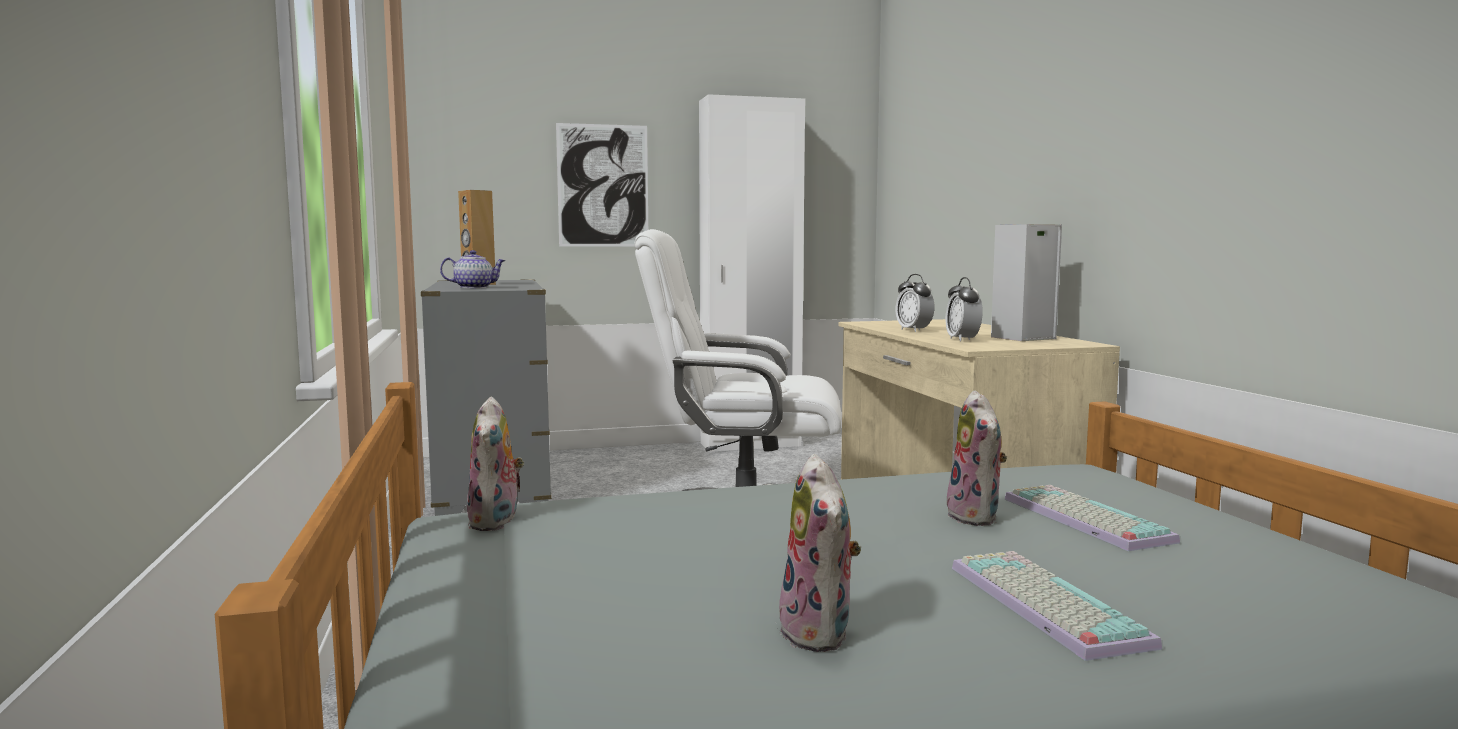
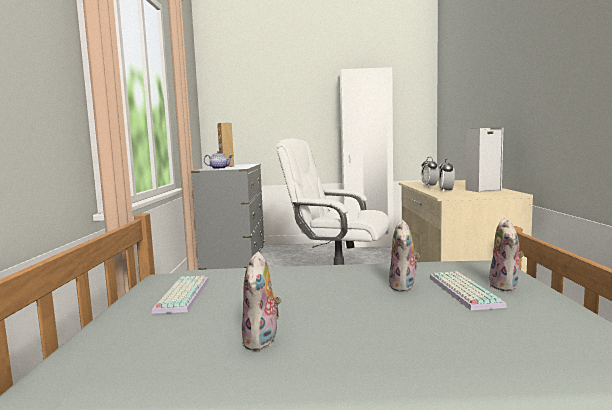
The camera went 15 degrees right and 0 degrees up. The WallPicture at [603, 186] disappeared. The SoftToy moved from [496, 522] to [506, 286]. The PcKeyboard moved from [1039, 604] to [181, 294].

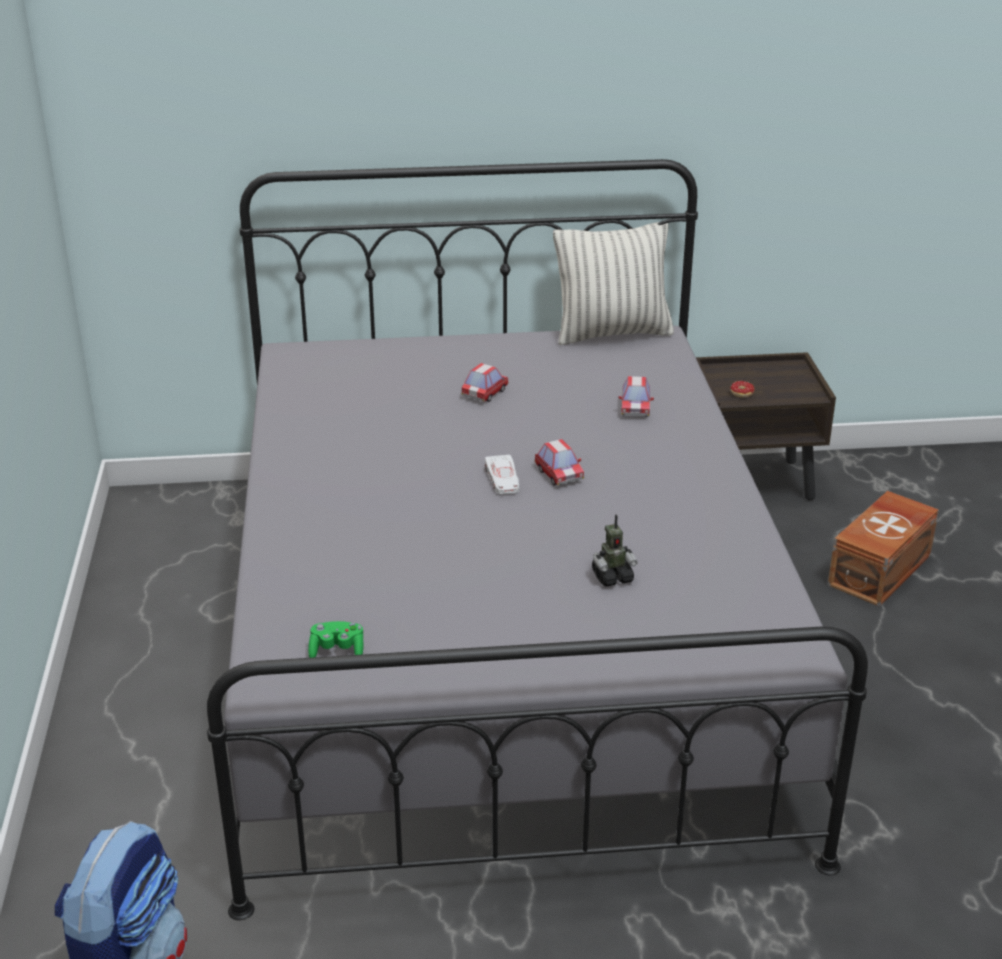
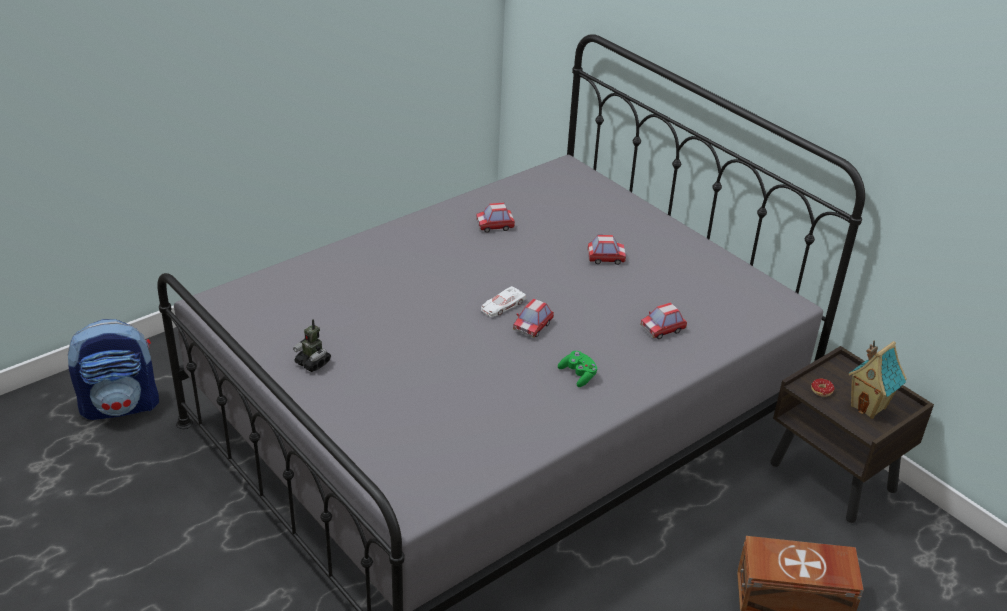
The camera went 55 degrees right and 5 degrees up. The Pillow at [612, 333] disappeared. The MiniatureCar at [495, 226] appeared. The MiniatureHouse at [869, 407] appeared. The GreenGameController moved from [337, 651] to [578, 375]. The ToyRobot moved from [612, 577] to [313, 363].

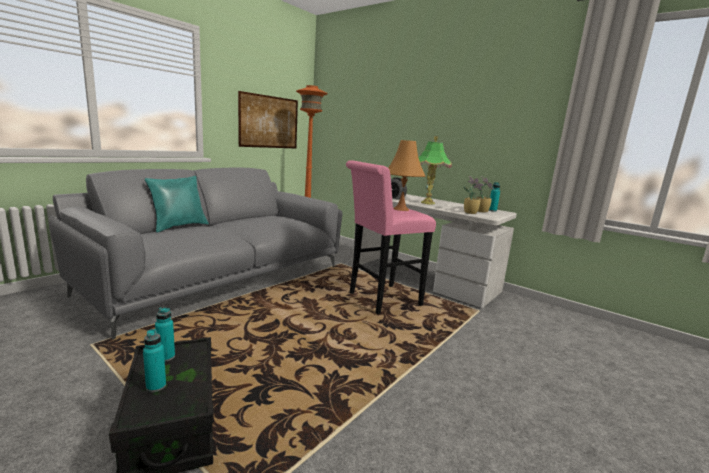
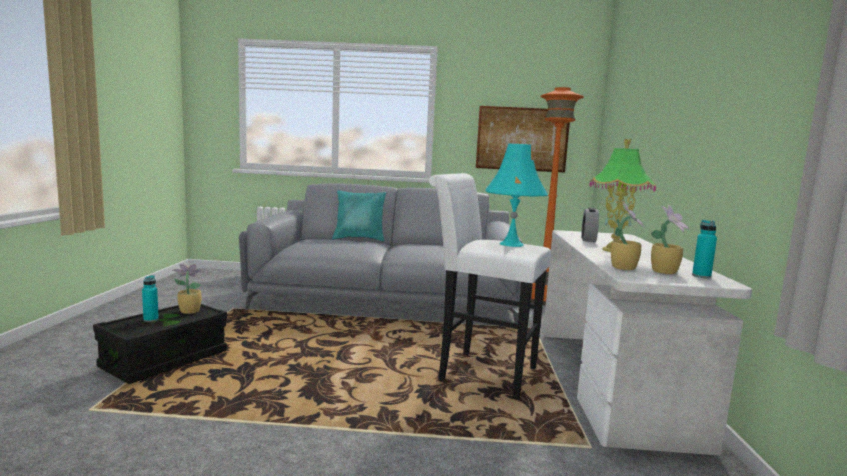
The camera went 55 degrees right and 5 degrees down. The TurquoiseBottle at [166, 357] was replaced by the PlantInAPot at [189, 311]. The PinkishStoolSeat at [380, 300] became the WhiteStoolSeat at [480, 373]. The OrangeyTableLamp at [401, 209] became the TurquoiseTableLamp at [511, 244].

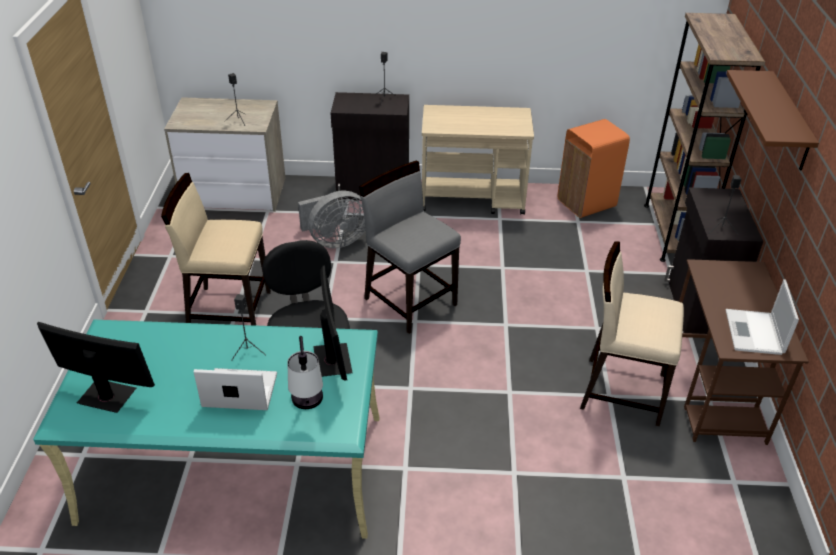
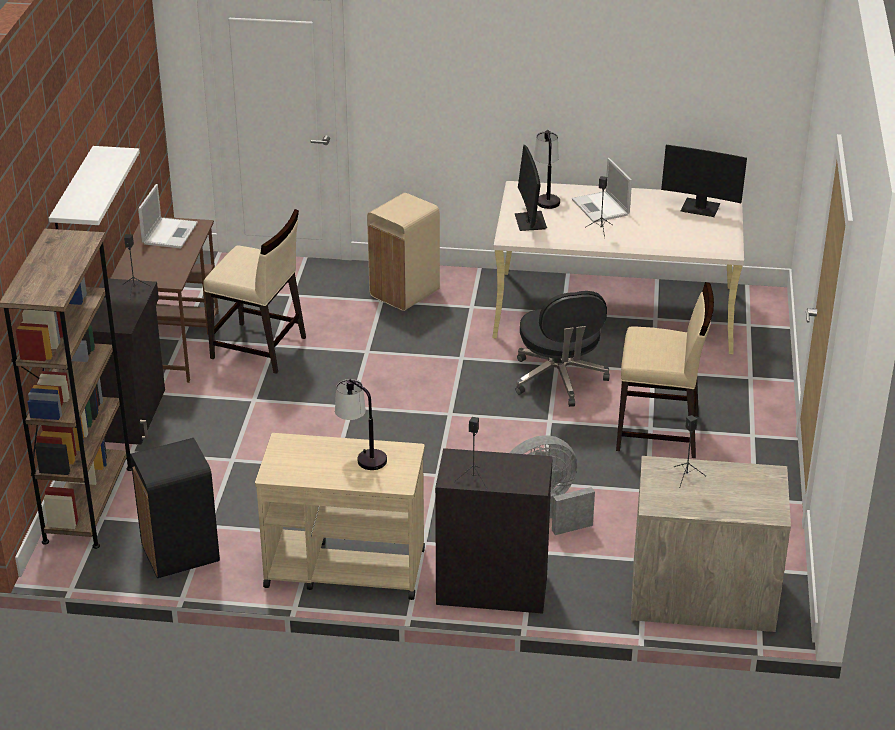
The camera went 175 degrees left and 5 degrees down. The GreyChair at [410, 301] disappeared. The TableLamp at [361, 455] appeared. The BeigeColouredWasteBin at [405, 293] appeared. The TurquoiseDeskTable at [234, 468] became the BeigeColouredDeskTable at [615, 312]. The OrangeyWasteBin at [587, 203] became the BlackishWasteBin at [179, 553]. The BrownBracketShelf at [789, 122] became the WhiteBracketShelf at [73, 197]. The PortableComputer at [238, 391] turned 60 degrees clockwise.

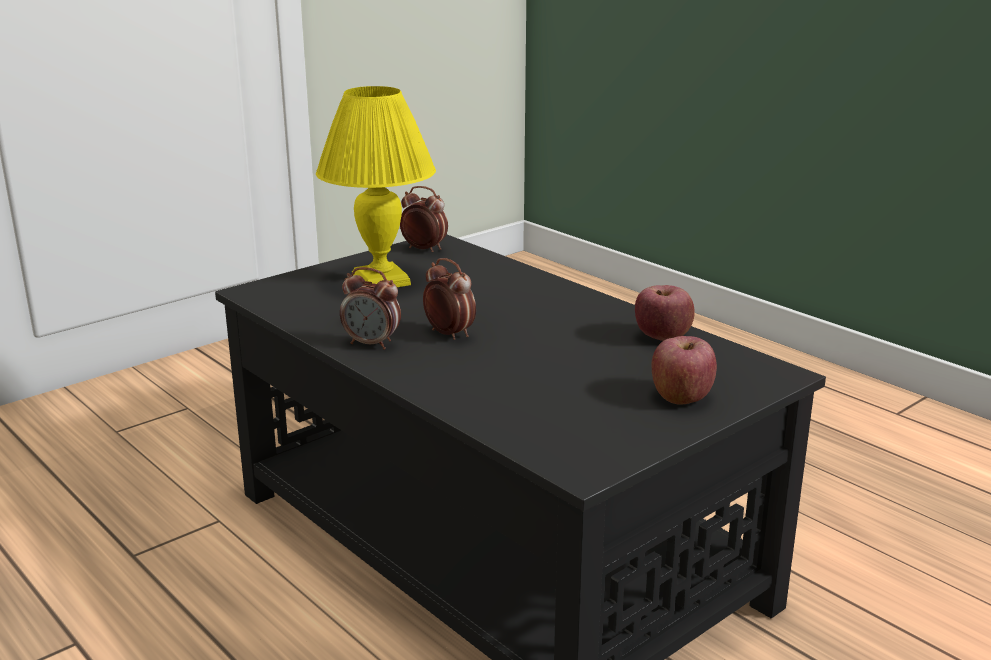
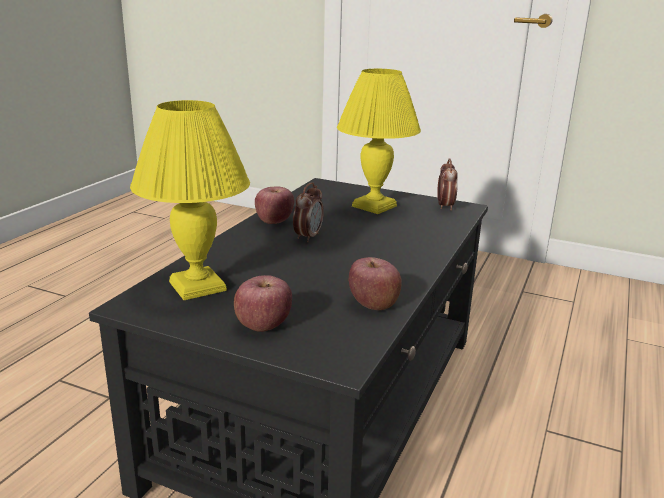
The camera went 65 degrees right and 0 degrees up. The YellowishTableLamp at [196, 286] appeared. The AlarmClock at [372, 344] was replaced by the WholeApple at [274, 221].

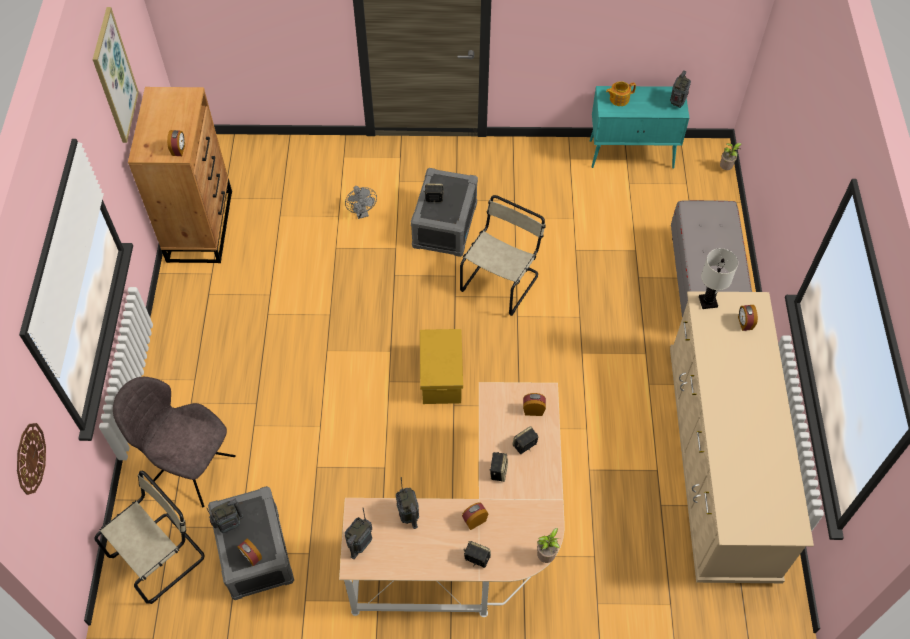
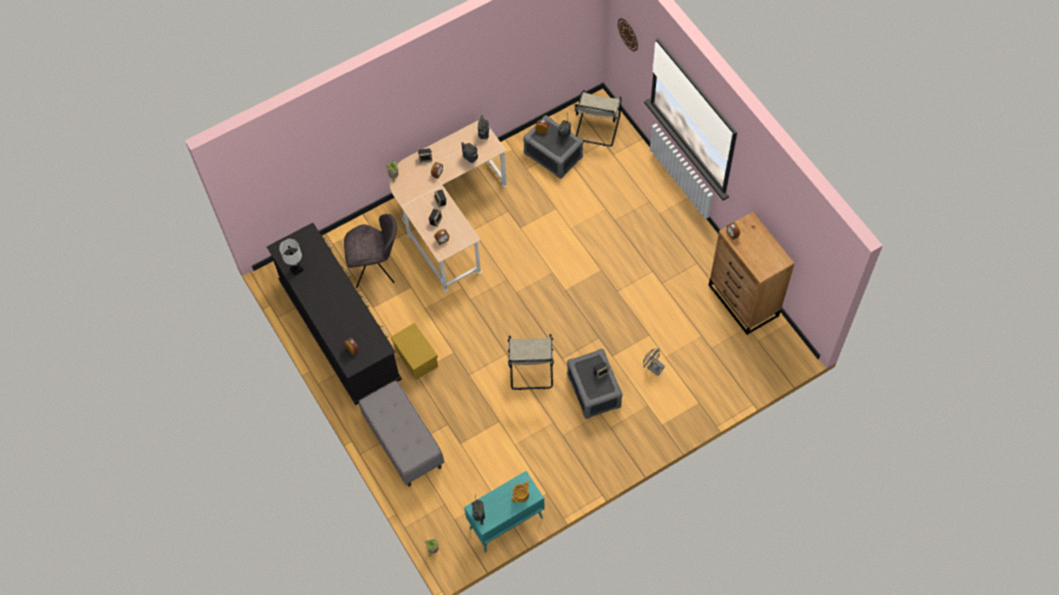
The camera went 150 degrees right and 5 degrees up. The WallPicture at [114, 76] disappeared. The GreyChair moved from [190, 468] to [376, 268]. The YellowishStorageBin moved from [441, 377] to [416, 357]. The WhiteTableLamp moved from [707, 302] to [296, 269]. The BeigeColouredChestOfDrawers at [720, 462] became the BlackishChestOfDrawers at [340, 331].

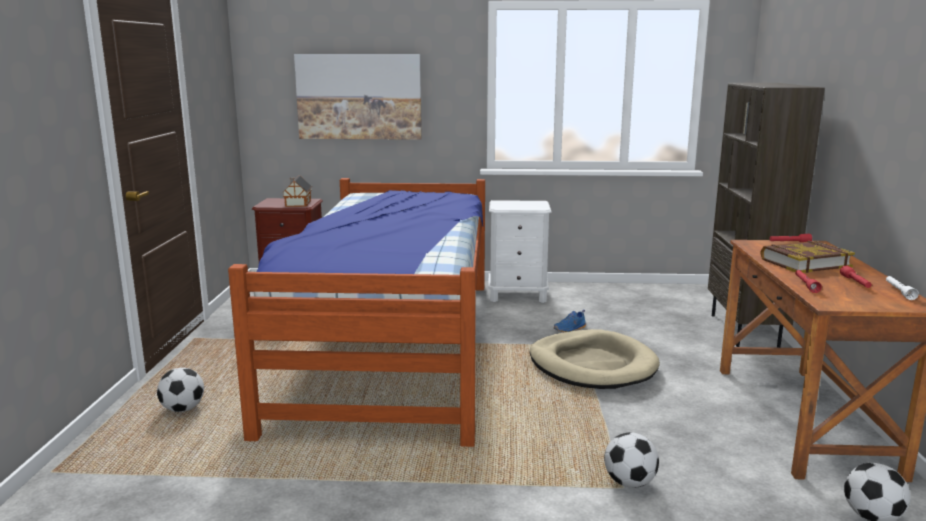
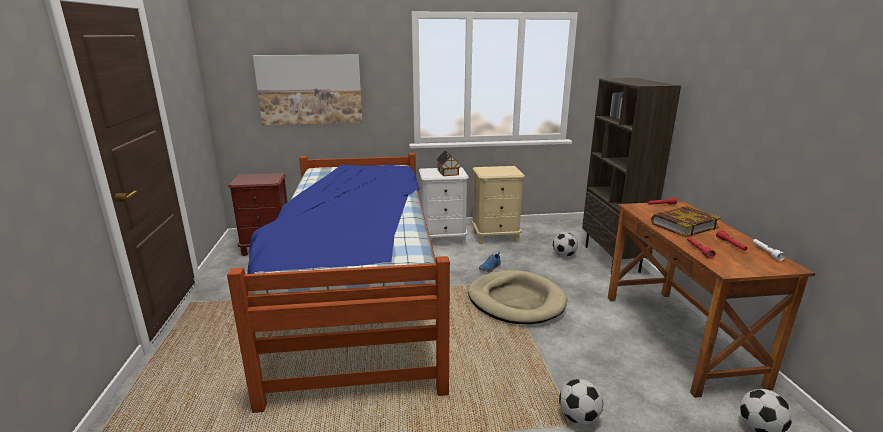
The camera went 10 degrees left and 5 degrees up. The BeigeColouredNightTable at [495, 237] appeared. The Football moved from [183, 409] to [564, 255]. The MiniatureHouse moved from [297, 203] to [448, 172].

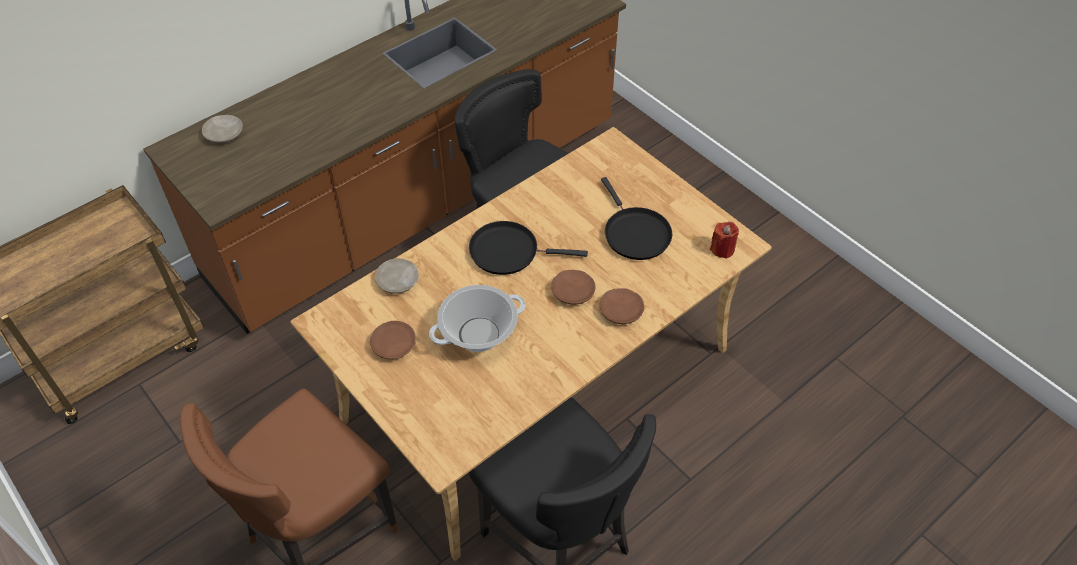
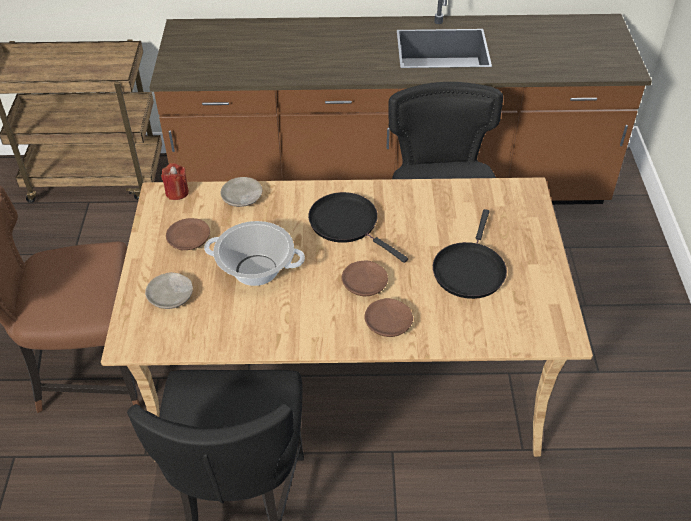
The camera went 40 degrees right and 5 degrees down. The BeigeColouredPlate moved from [224, 134] to [171, 296]. The ReddishWaxCandle moved from [722, 249] to [177, 192].

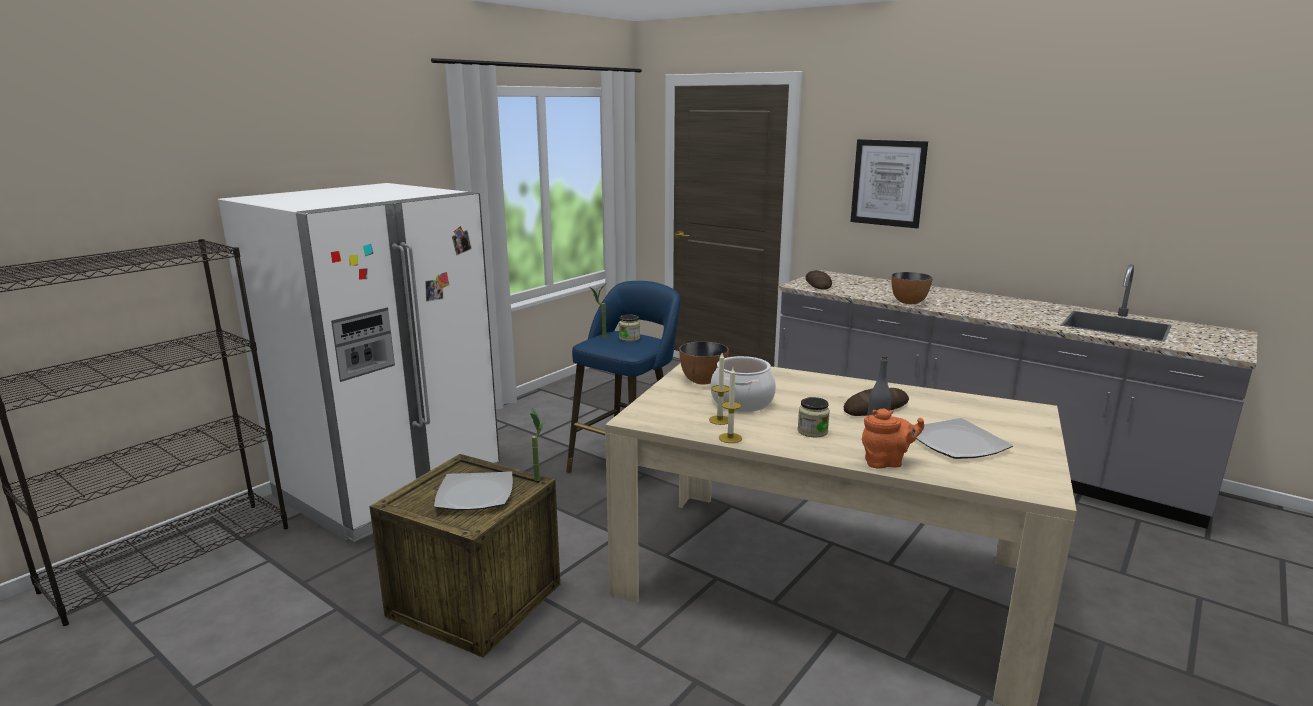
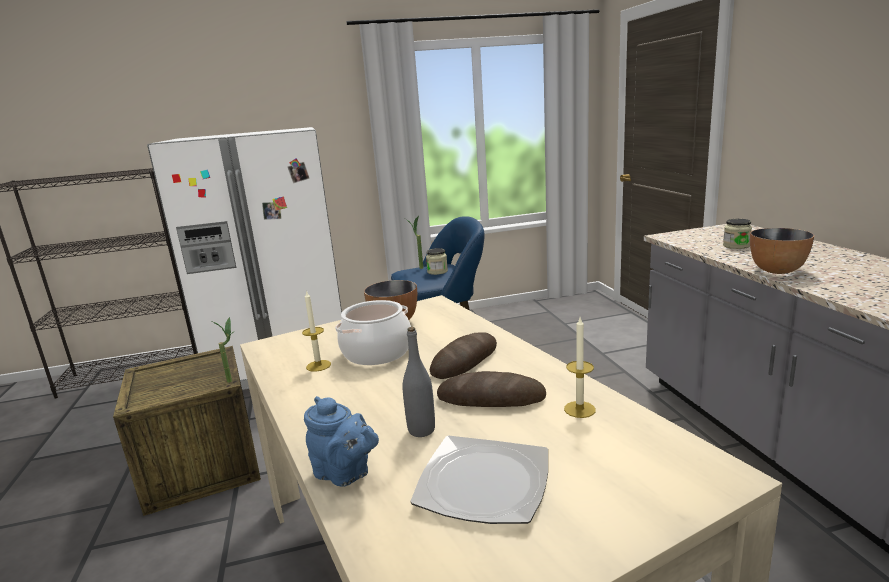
The camera went 40 degrees right and 0 degrees up. The Plate at [475, 494] disappeared. The WallPicture at [888, 183] disappeared. The WaxCandle moved from [730, 438] to [579, 409]. The StorageJar moved from [812, 431] to [736, 246]. The BakedBread moved from [818, 284] to [465, 360]. The OrangeyPotForTea at [886, 462] became the BluePotForTea at [345, 474].

